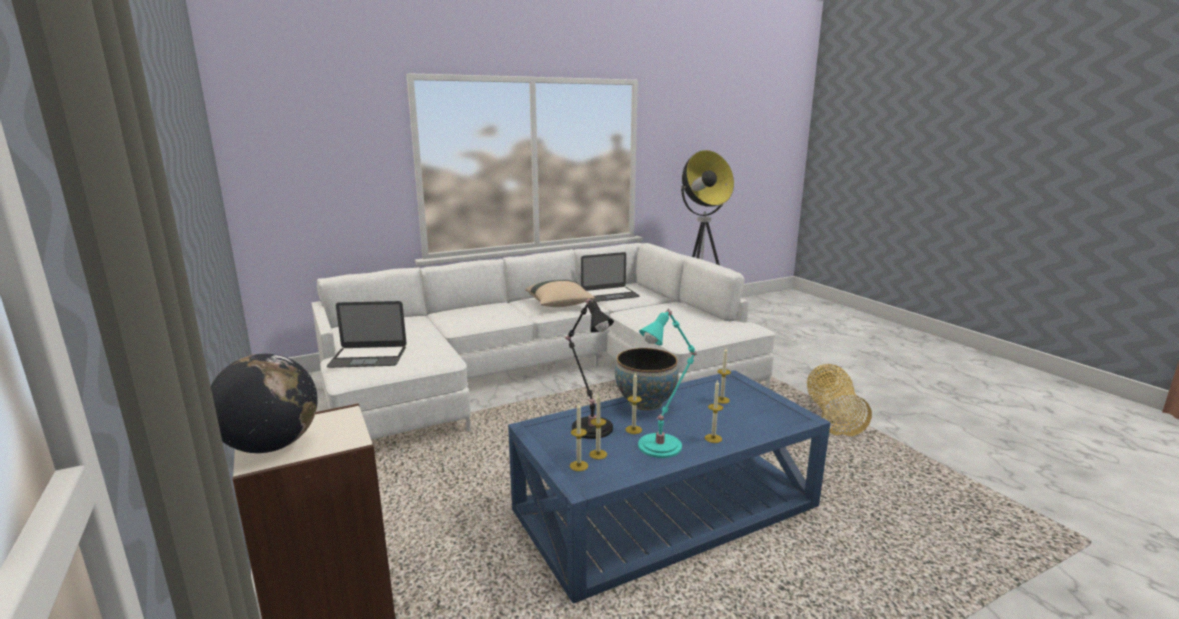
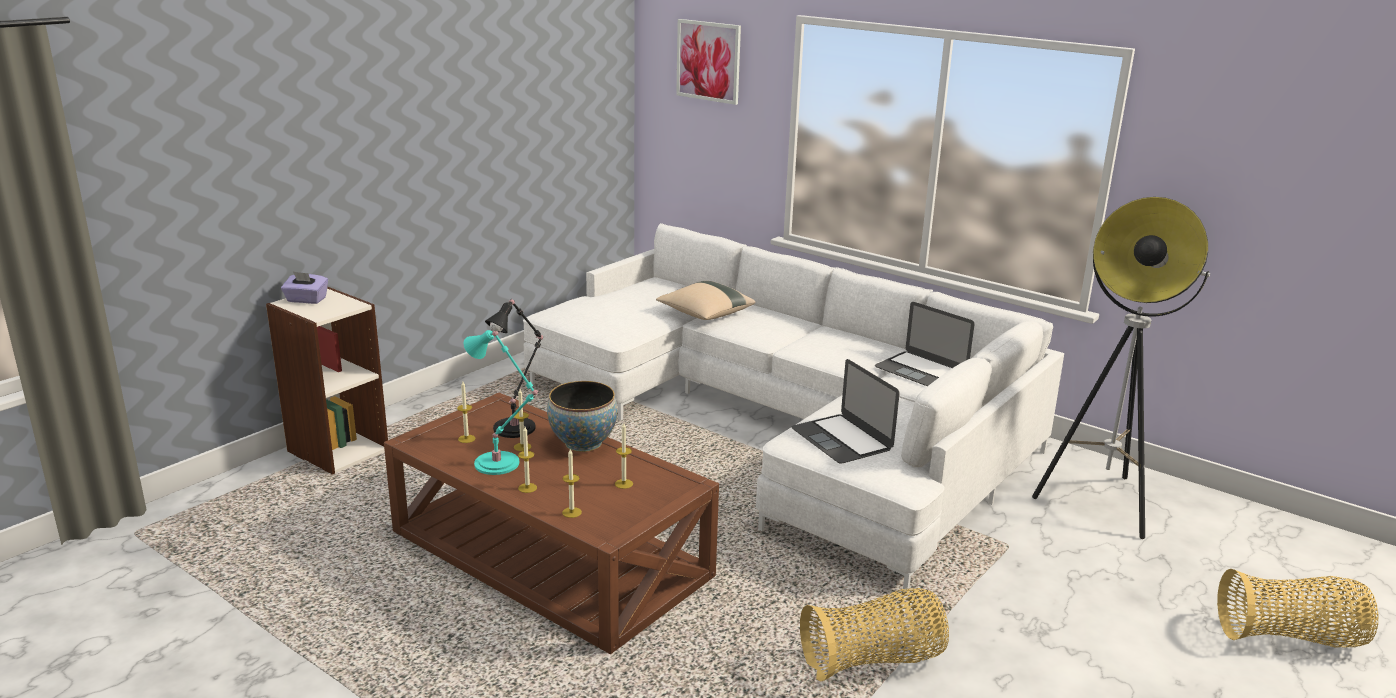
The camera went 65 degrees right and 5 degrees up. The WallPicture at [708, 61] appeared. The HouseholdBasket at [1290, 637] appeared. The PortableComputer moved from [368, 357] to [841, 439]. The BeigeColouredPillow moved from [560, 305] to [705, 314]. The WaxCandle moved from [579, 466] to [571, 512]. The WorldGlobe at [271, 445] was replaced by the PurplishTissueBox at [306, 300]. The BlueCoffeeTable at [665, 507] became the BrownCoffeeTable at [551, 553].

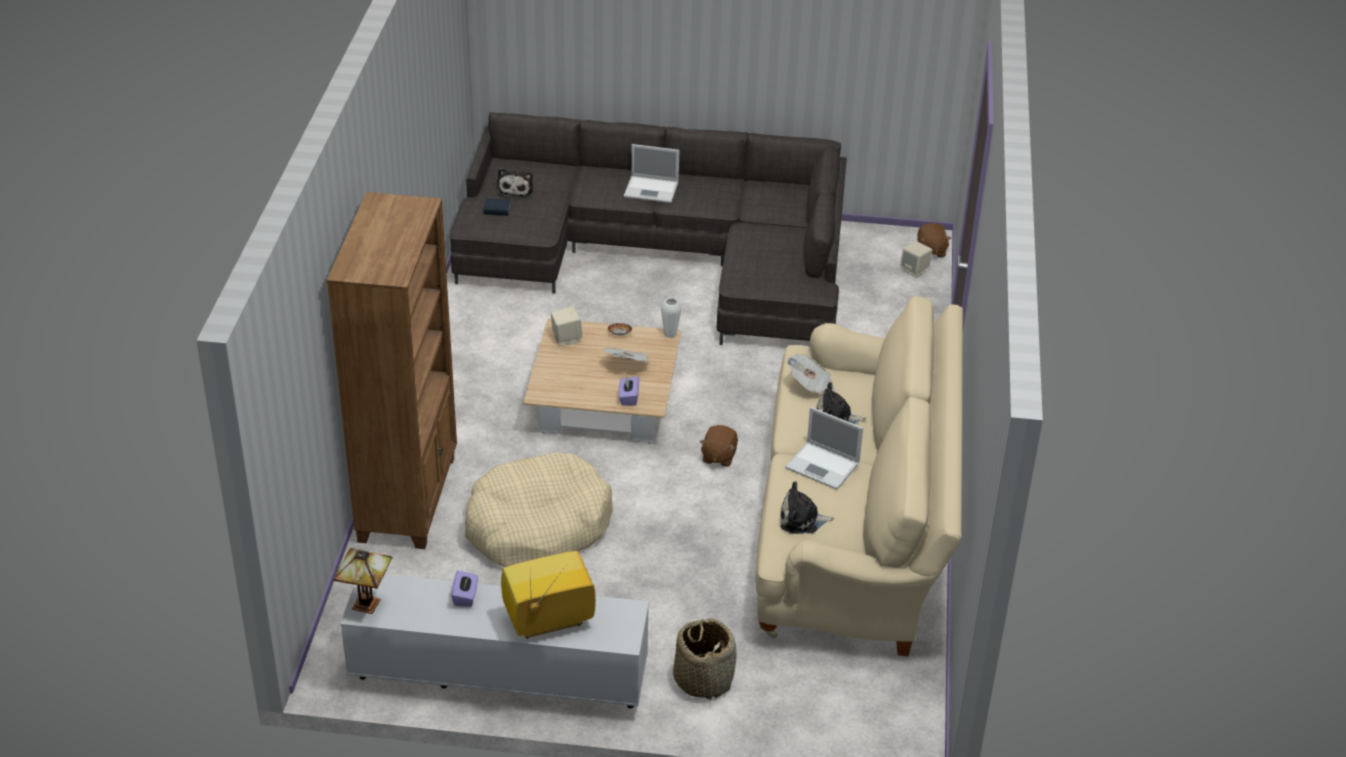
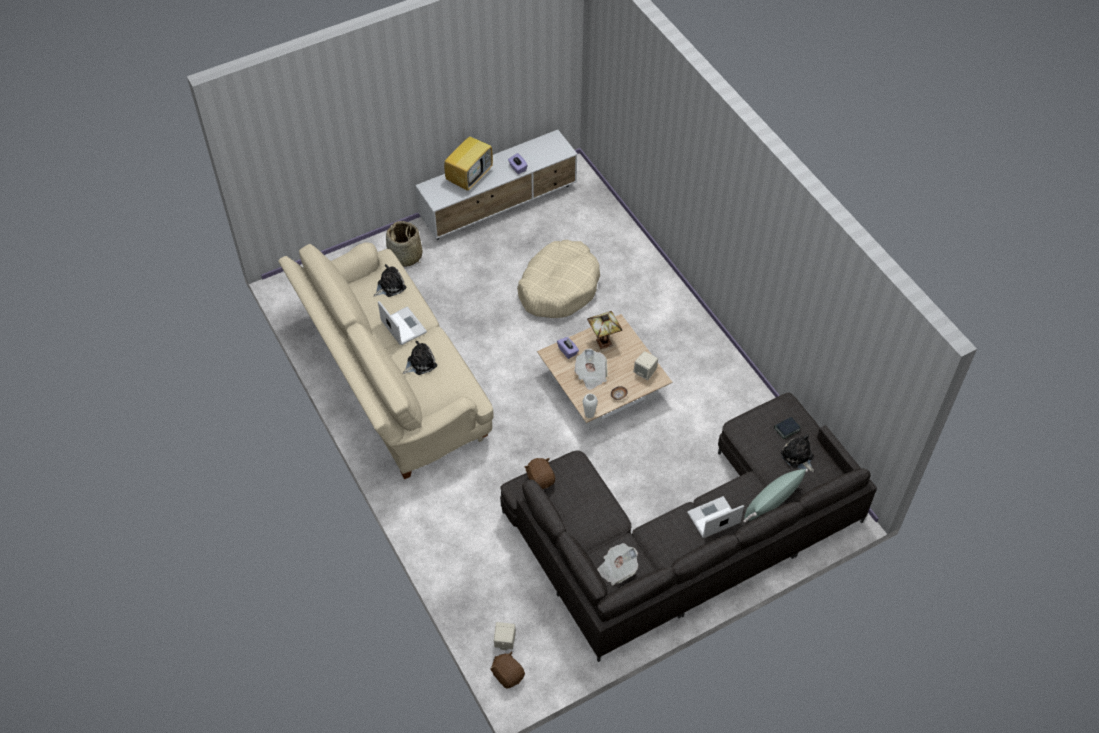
The camera went 145 degrees right and 15 degrees up. The BrownShelvingUnit at [409, 498] disappeared. The GreenPillow at [772, 502] appeared. The TableLamp moved from [368, 604] to [603, 343]. The BrownSoftToy moved from [718, 456] to [540, 479]. The DailyPaper moved from [811, 386] to [617, 569]. The PortableComputer at [823, 466] turned 60 degrees clockwise.

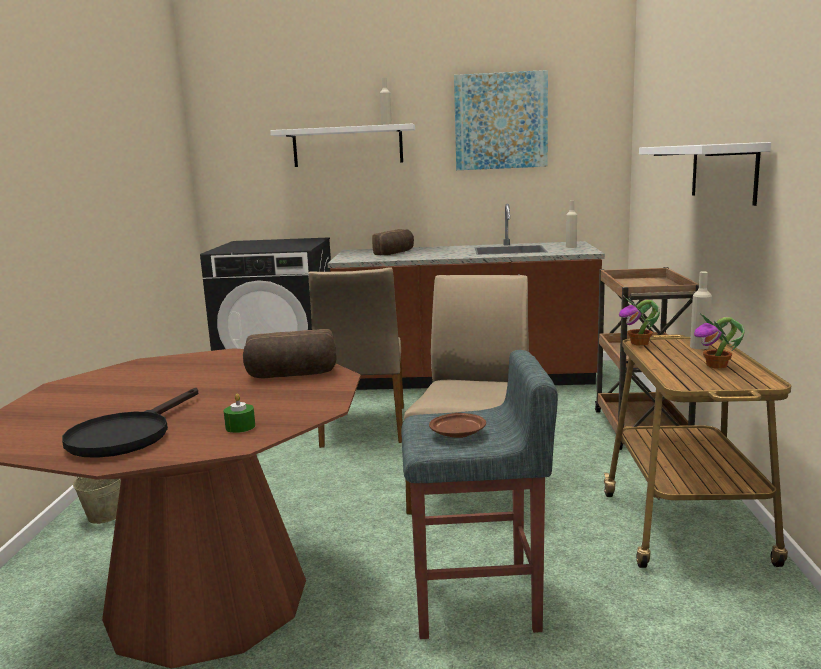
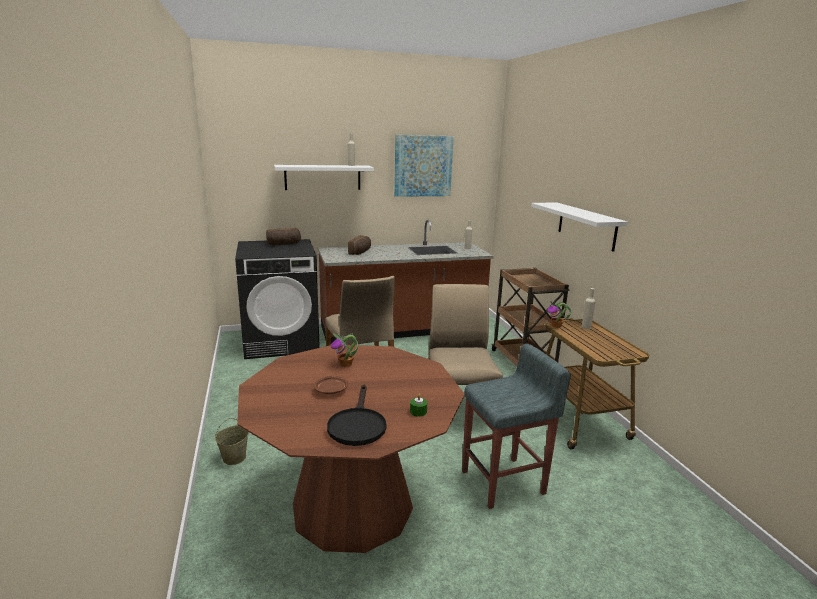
The camera went 20 degrees left and 5 degrees up. The BakedBread moved from [292, 375] to [284, 244]. The BrownPlate moved from [458, 434] to [331, 390]. The PlantInAPot moved from [717, 366] to [346, 364].

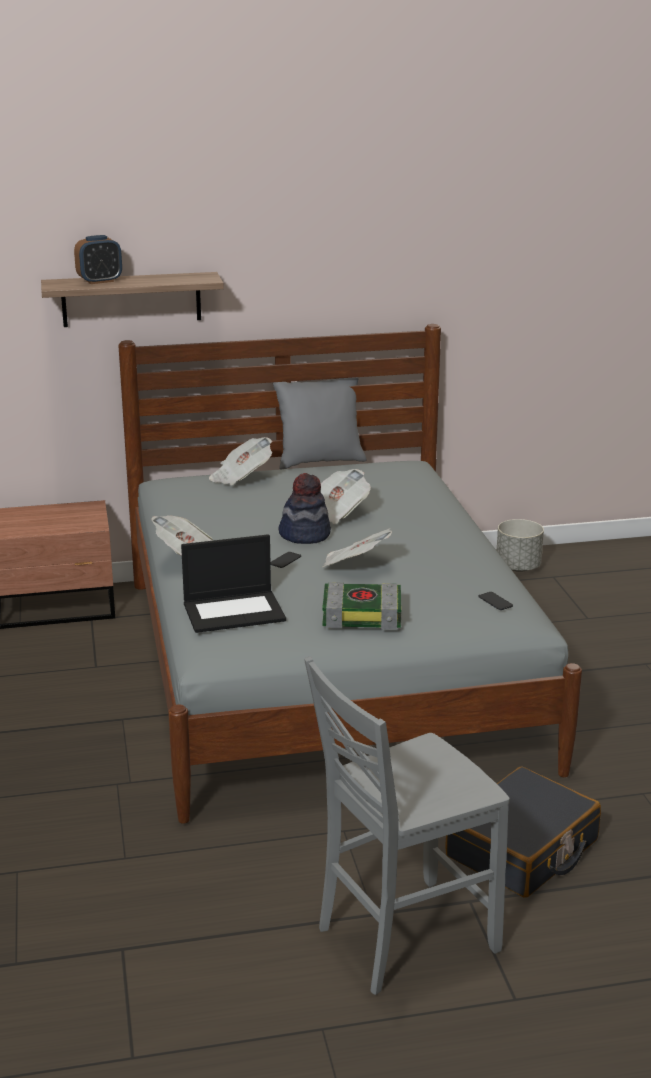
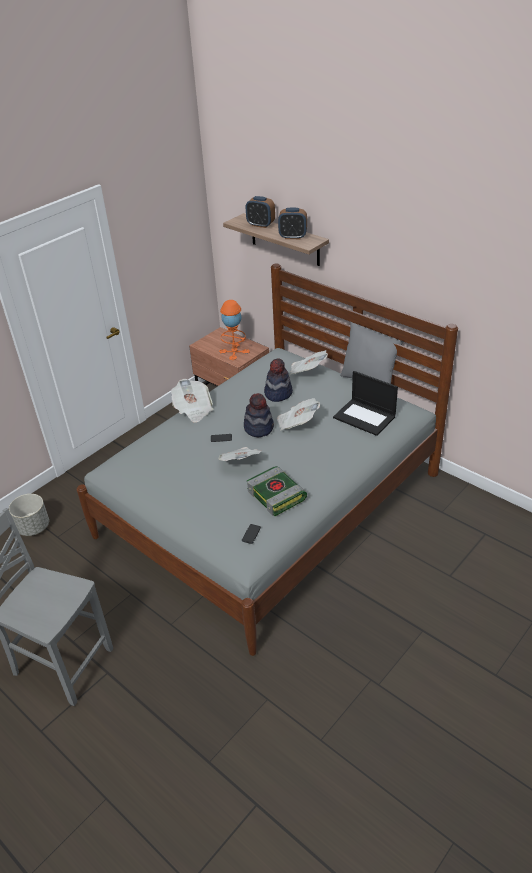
The camera went 55 degrees right and 15 degrees up. The BlackishPieceOfLuggage at [522, 849] disappeared. The OrangeyTableLamp at [234, 351] appeared. The ClothingHat at [278, 393] appeared. The AlarmClock at [293, 237] appeared. The PortableComputer moved from [235, 611] to [365, 417]. The Volume moved from [363, 614] to [277, 495]. The GreyFlowerPot moved from [518, 567] to [34, 527].

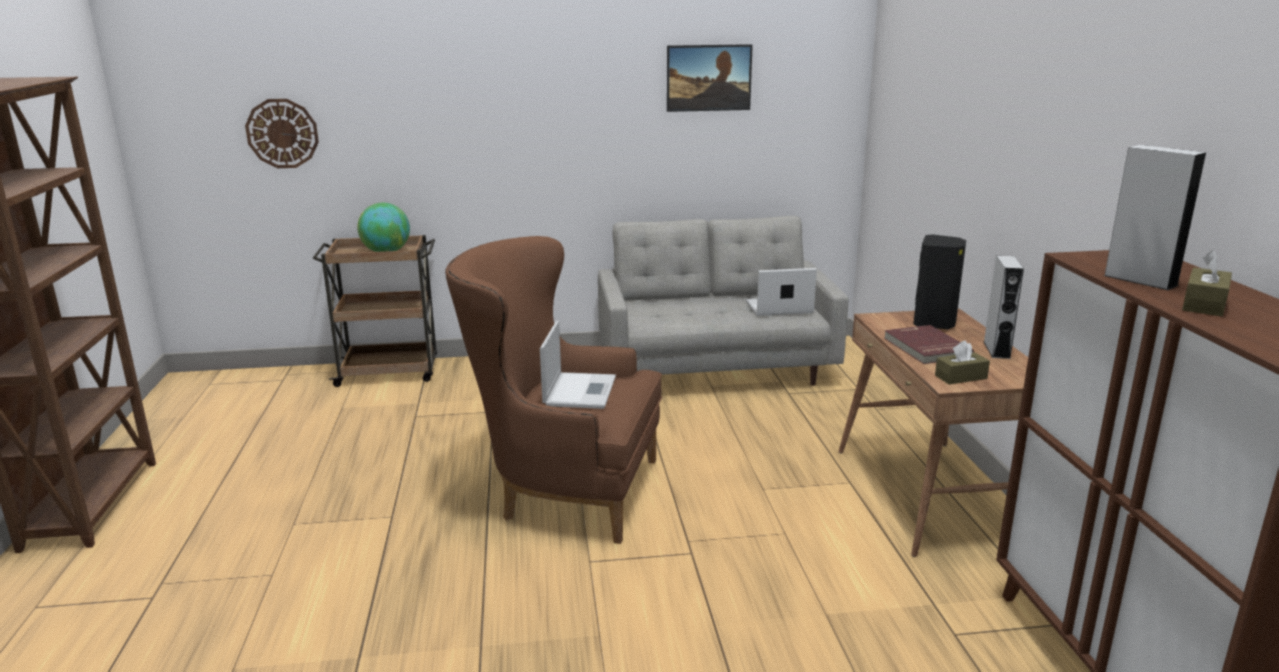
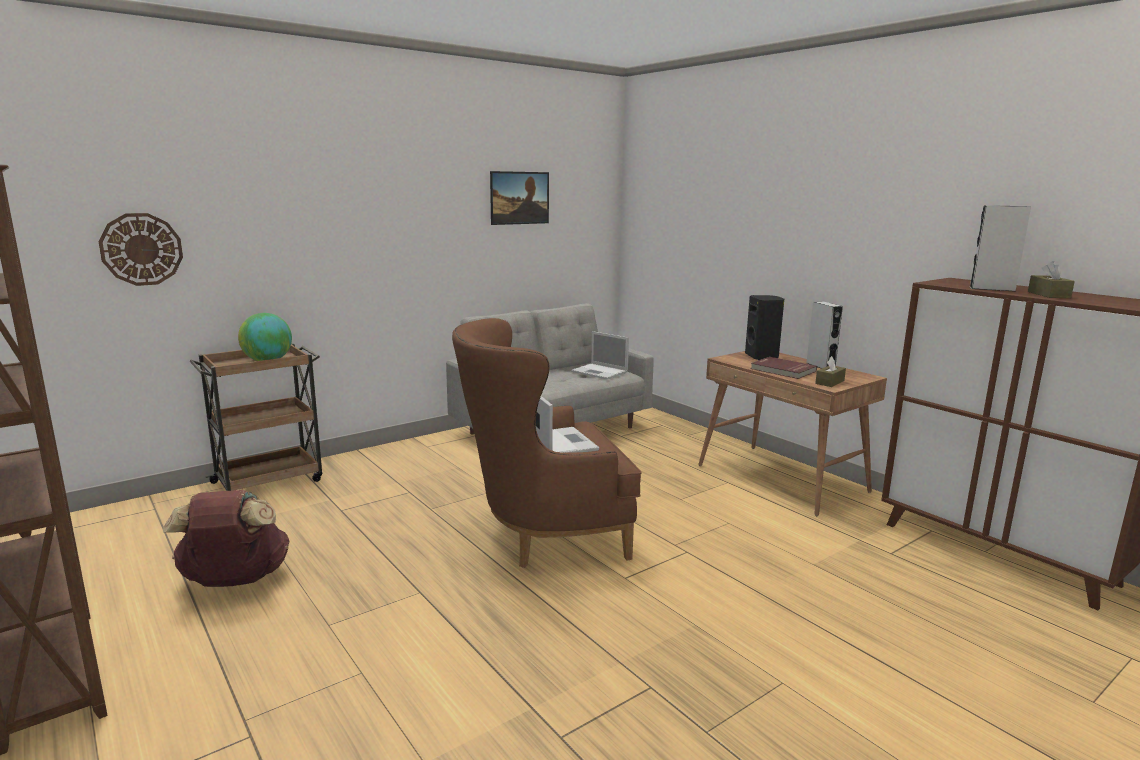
The camera went 30 degrees left and 5 degrees down. The BrownRucksack at [234, 581] appeared. The PortableComputer at [778, 308] turned 105 degrees counterclockwise.

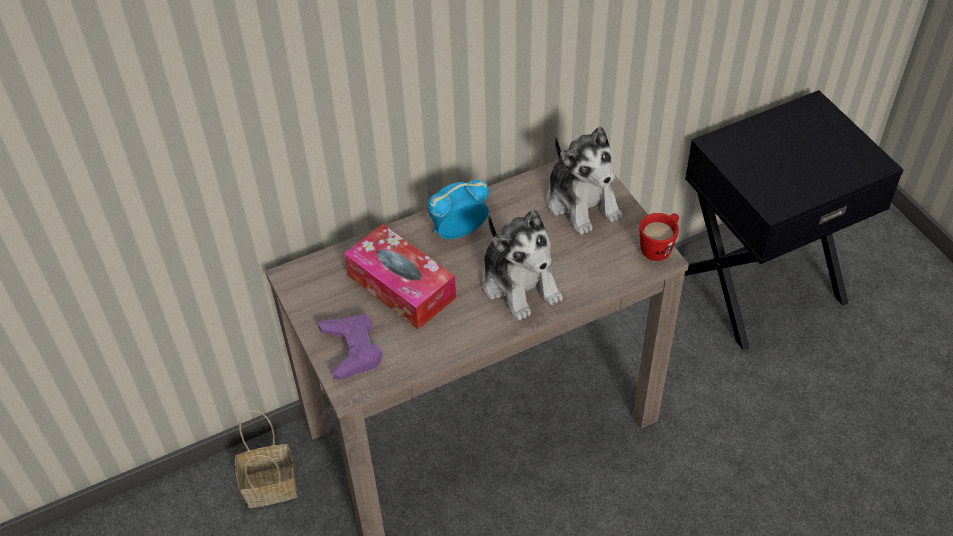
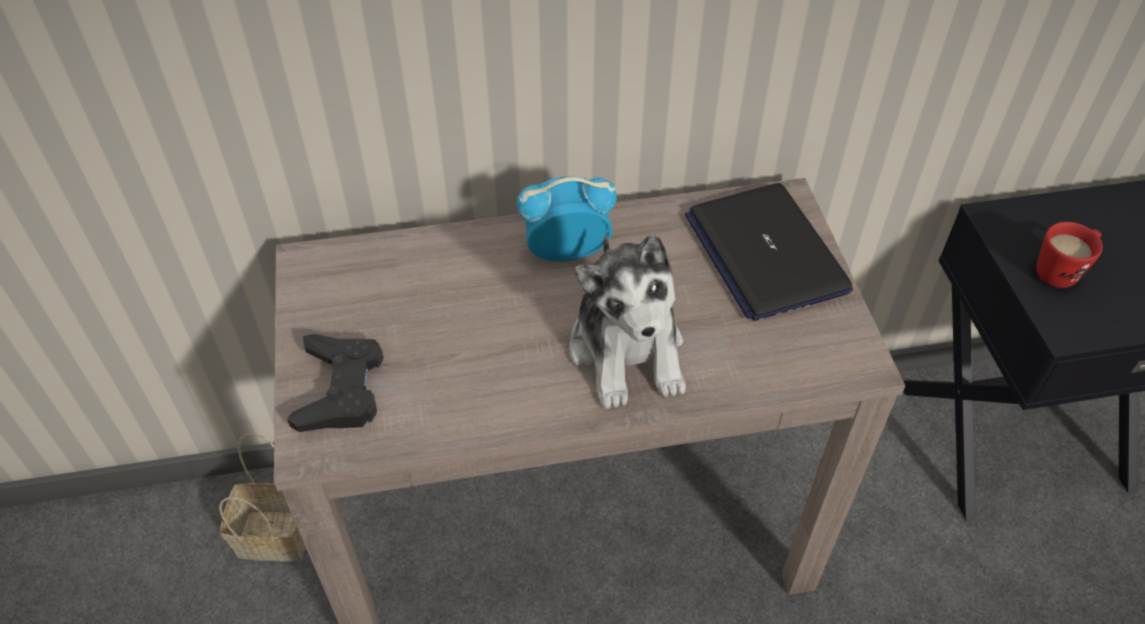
The camera went 15 degrees right and 0 degrees up. The TissueBox at [401, 286] disappeared. The ReddishCoffeeMug moved from [659, 247] to [1062, 271]. The SoftToy at [582, 202] was replaced by the PortableComputer at [765, 252]. The PurplishGameController at [352, 349] became the BlackishGameController at [340, 389].

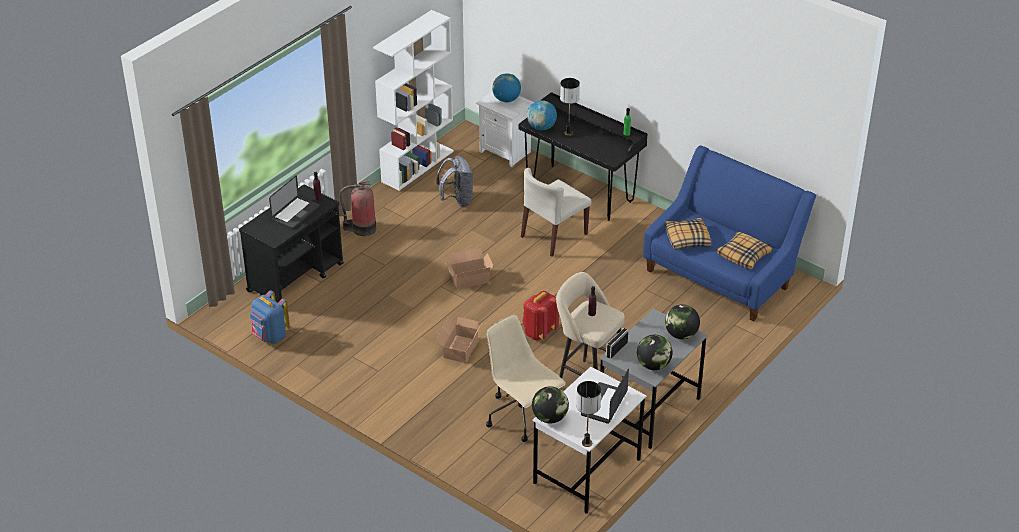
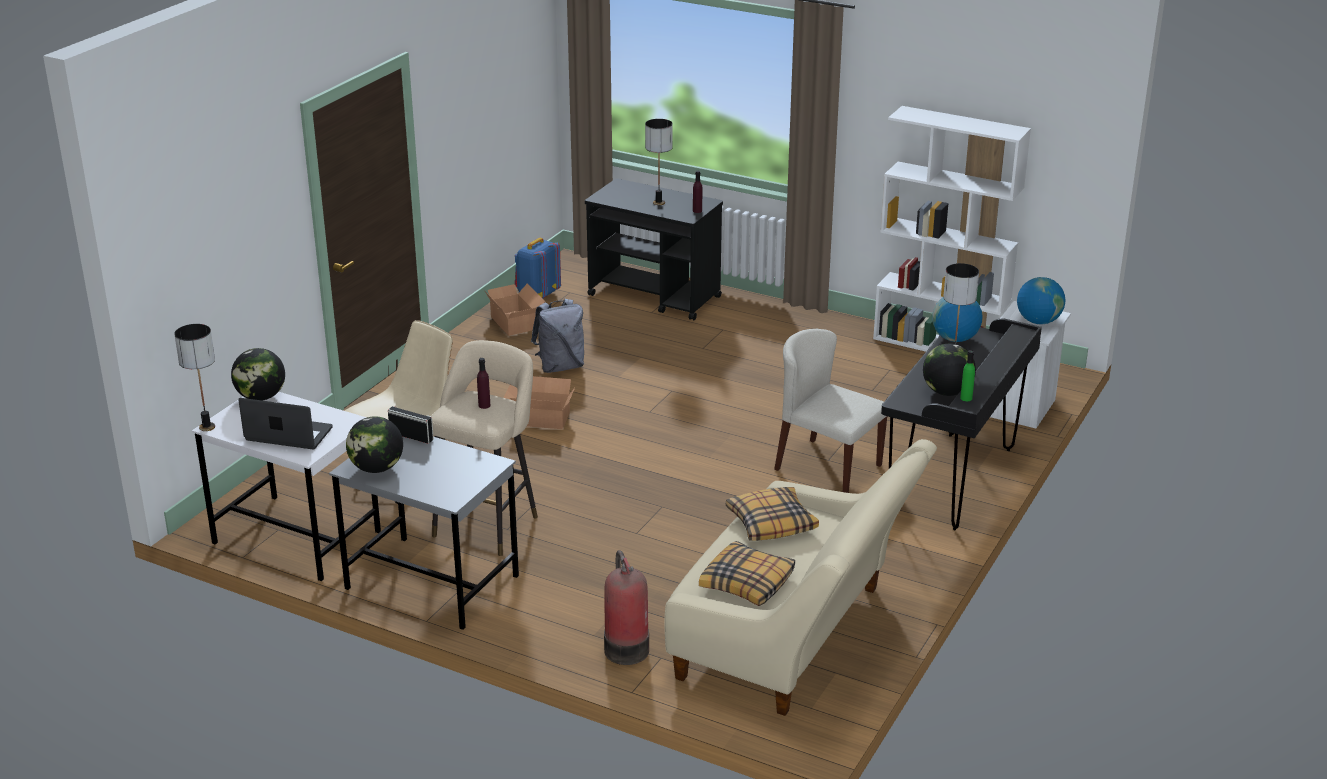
The camera went 80 degrees right and 10 degrees down. The ReddishRucksack at [539, 332] disappeared. The Extinguisher moved from [362, 229] to [625, 648]. The GreyRucksack moved from [457, 200] to [560, 366]. The CardboardBox moved from [468, 278] to [515, 322]. The WorldGlobe moved from [681, 334] to [947, 392]. The PortableComputer at [295, 213] was replaced by the TableLamp at [659, 202]. The BlueSettee at [721, 274] became the BeigeColouredSettee at [794, 637].

